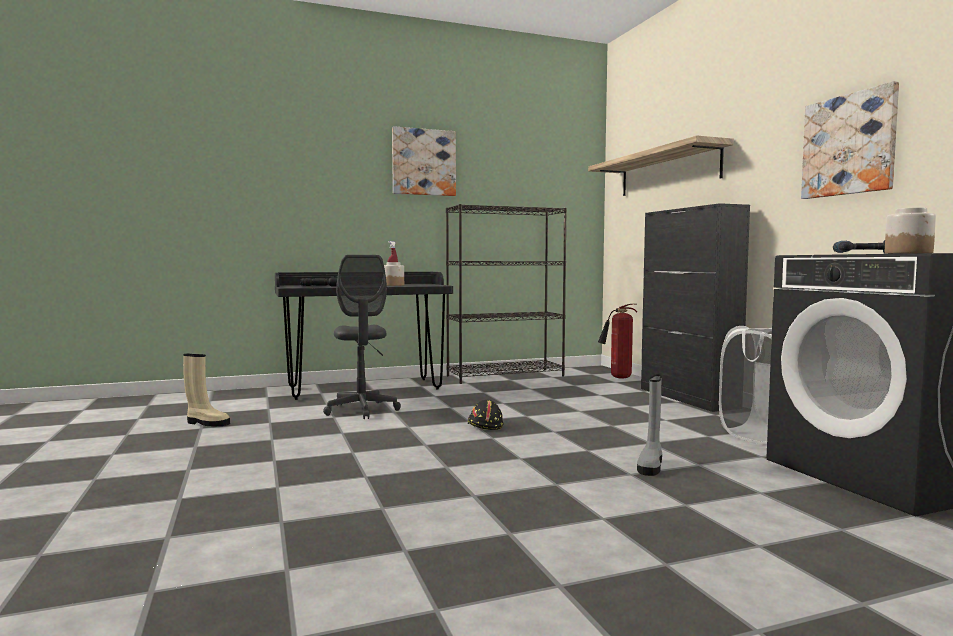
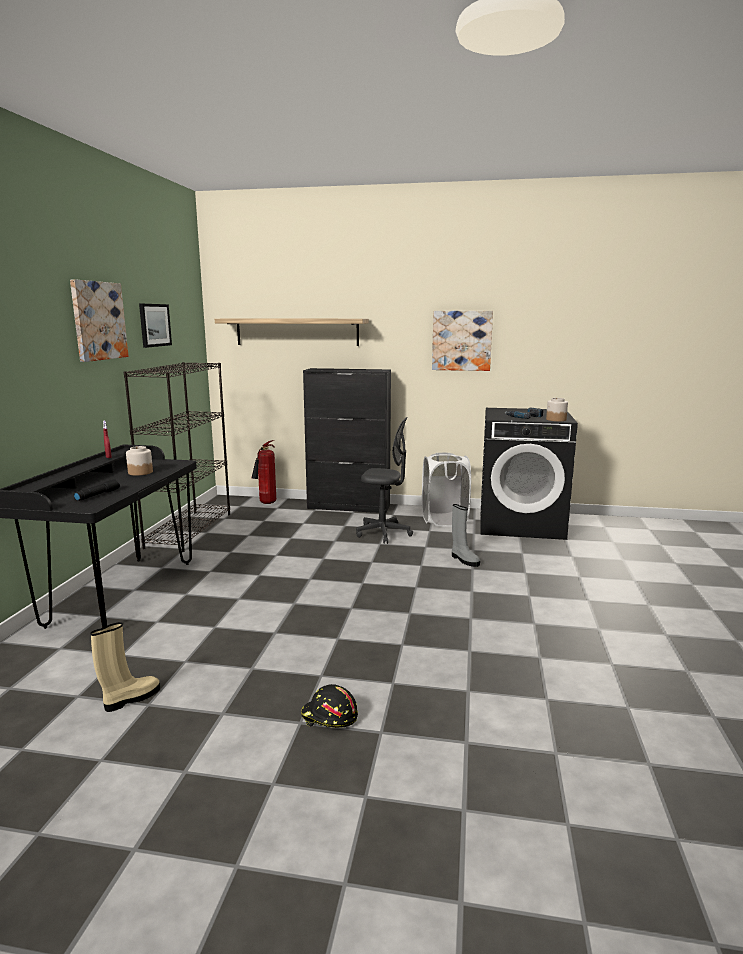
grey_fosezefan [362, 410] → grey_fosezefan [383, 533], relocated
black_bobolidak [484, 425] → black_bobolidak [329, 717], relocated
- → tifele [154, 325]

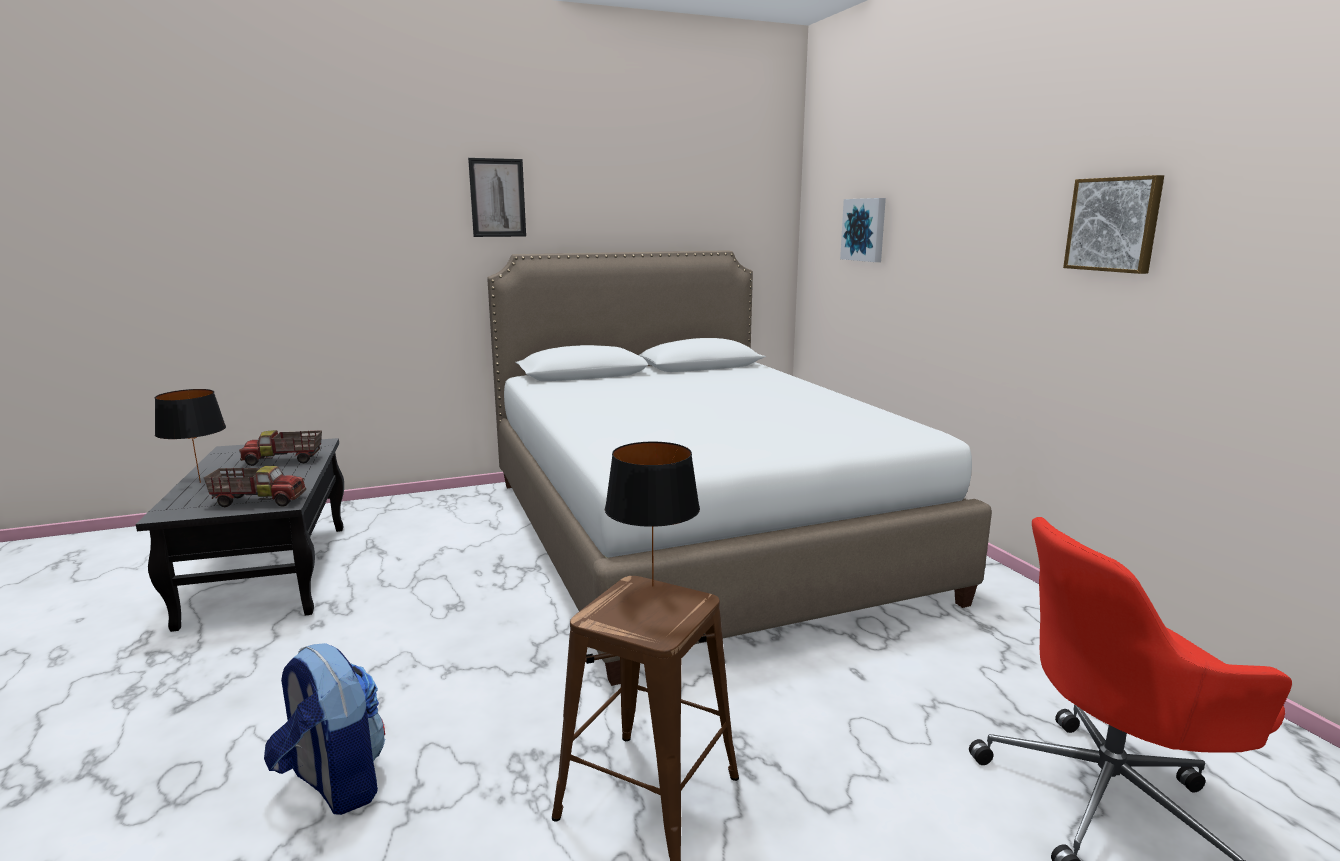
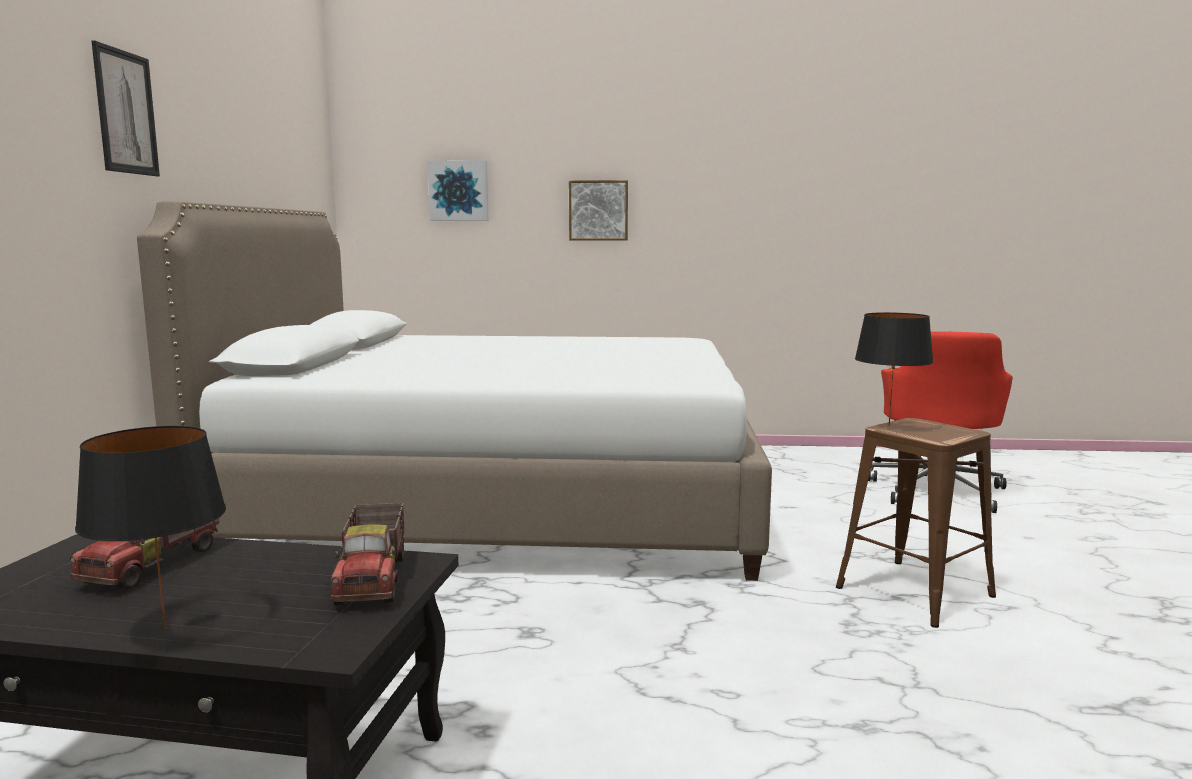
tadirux [259, 501] → tadirux [374, 579], 150 degrees clockwise
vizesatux [334, 783] → -
tifele [1114, 224] → tifele [598, 210], relocated

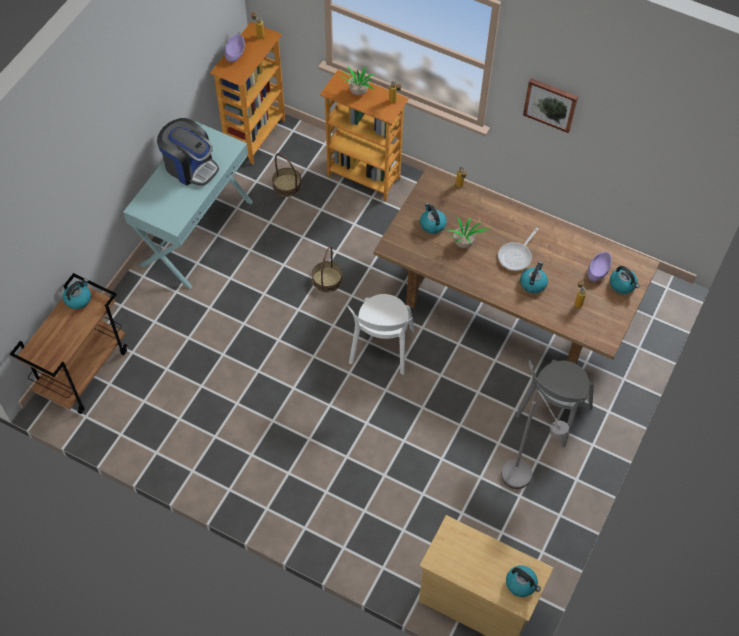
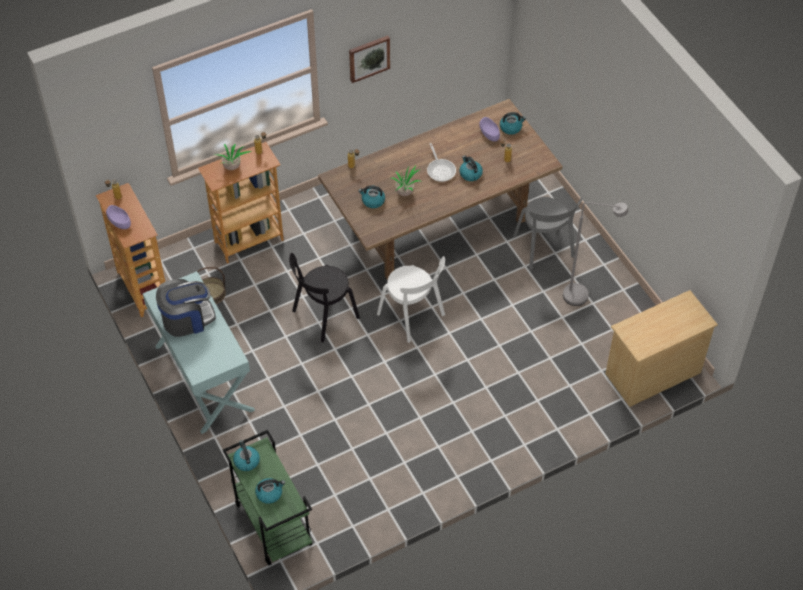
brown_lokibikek [83, 371] → green_lokibikek [272, 524]
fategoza [327, 279] → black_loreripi [323, 316]
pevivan [521, 584] → pevivan [269, 493], relocated

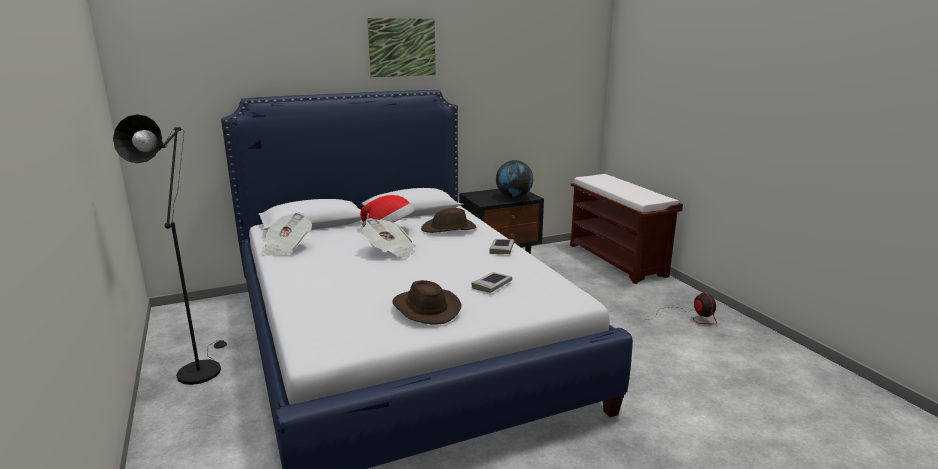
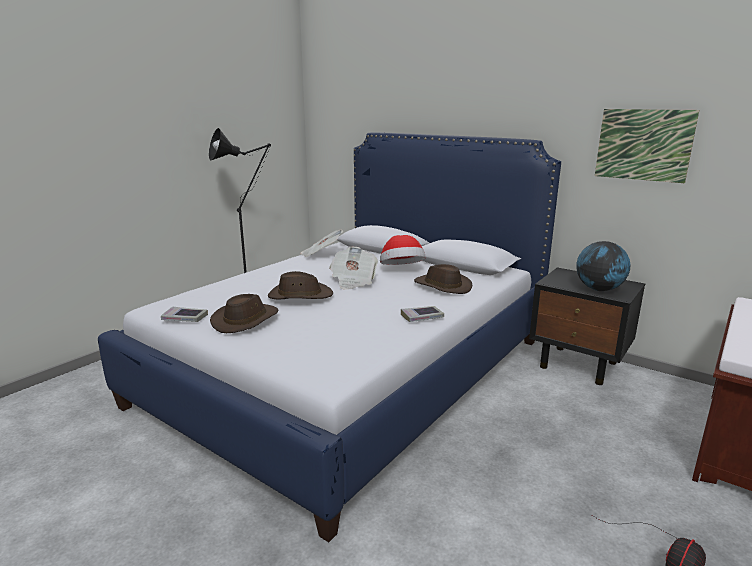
tifele [402, 47] → tifele [643, 145], relocated
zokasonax [492, 285] → zokasonax [184, 318], relocated
- → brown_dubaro [300, 295]

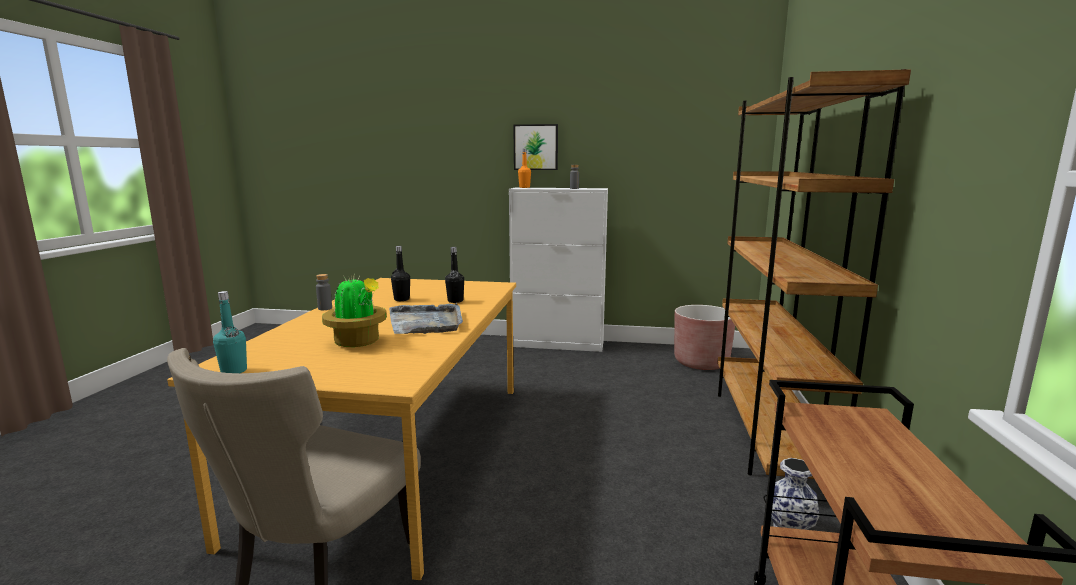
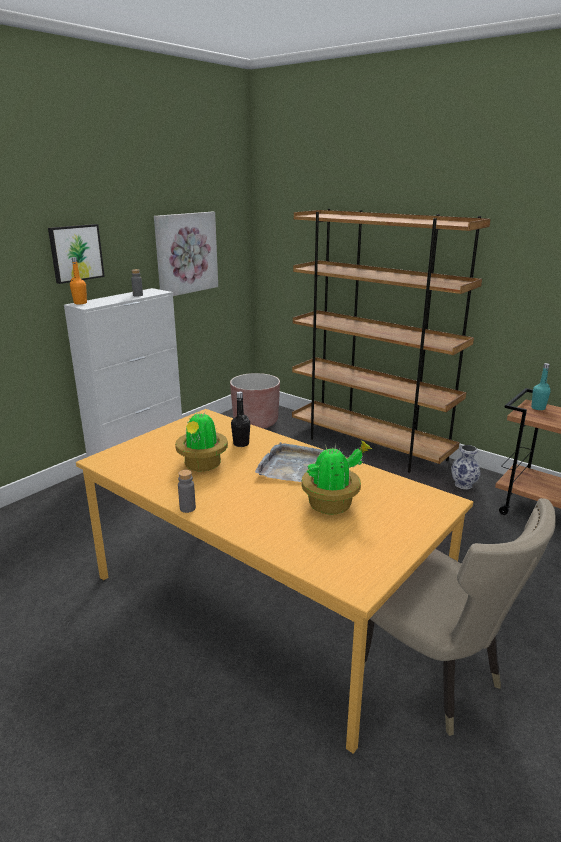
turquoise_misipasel [234, 371] → turquoise_misipasel [538, 408], relocated
black_misipasel [402, 299] → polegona [202, 465]
- → tifele [186, 253]

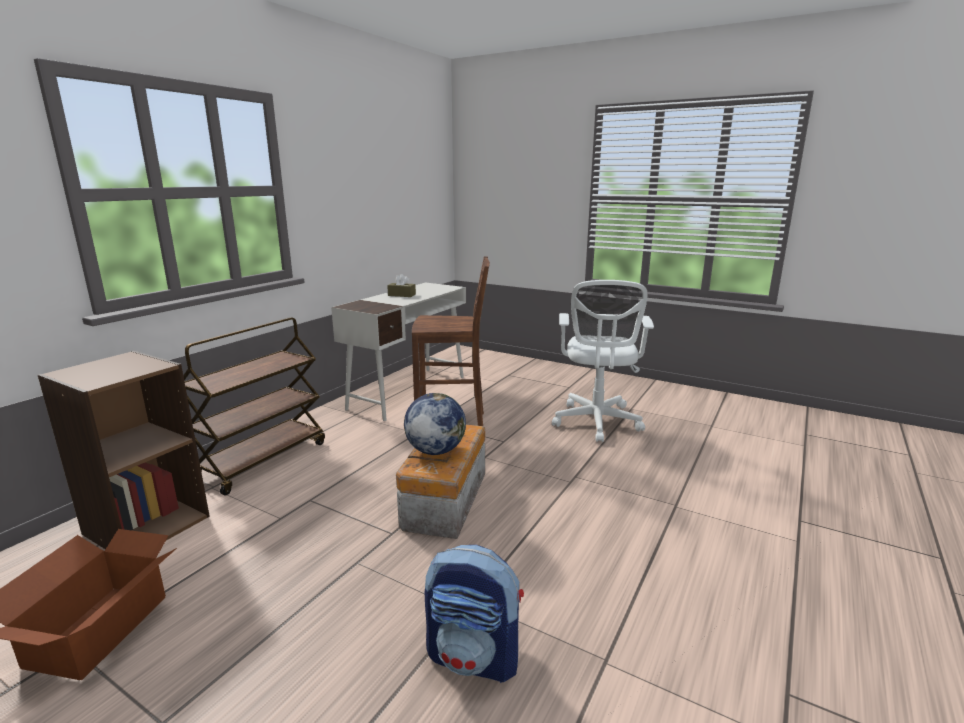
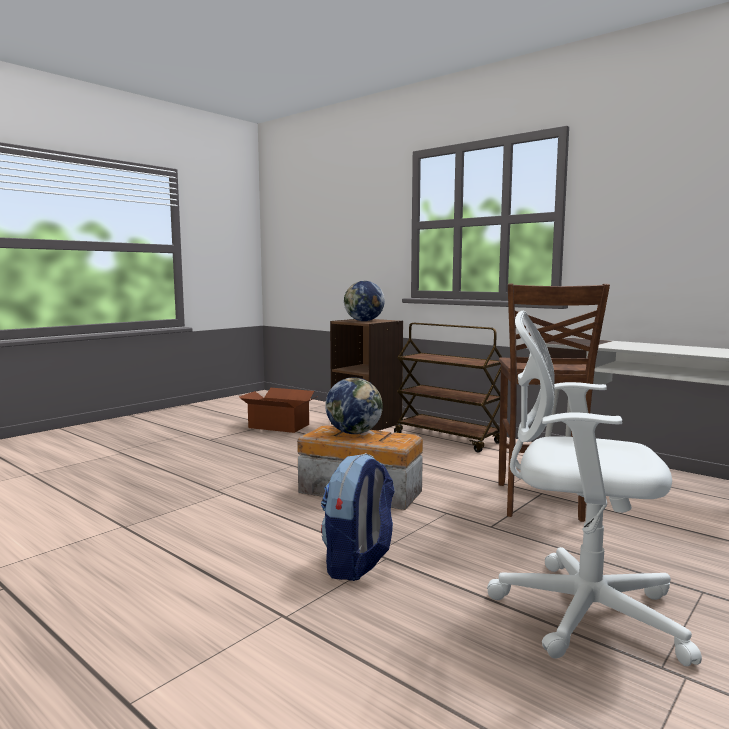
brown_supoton [401, 295] → -
vizesatux [474, 657] → vizesatux [358, 564], relocated
- → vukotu [364, 321]

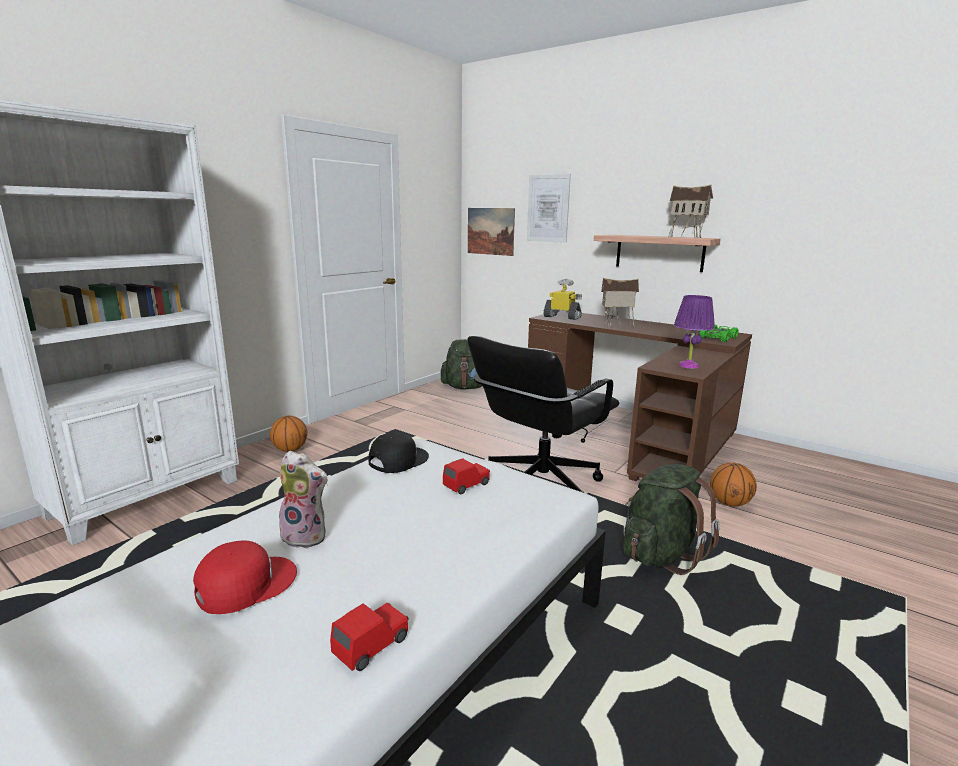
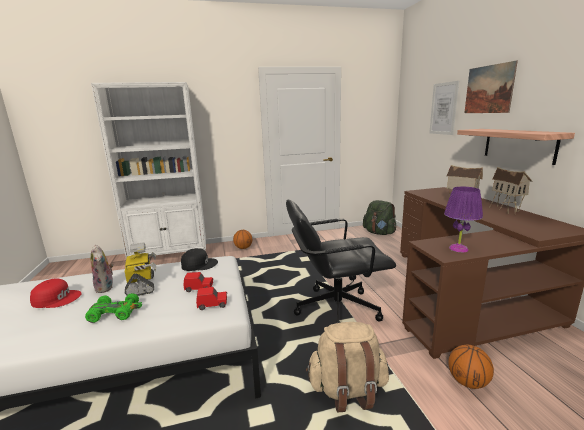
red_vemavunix [371, 646] → red_vemavunix [213, 305], relocated
tifele [490, 231] → tifele [488, 89], relocated
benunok [562, 317] → benunok [142, 286], relocated
green_vizesatux [660, 554] → beige_vizesatux [347, 390]
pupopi [686, 237] → pupopi [506, 210], relocated
green_vemavunix [718, 338] → green_vemavunix [115, 312], relocated

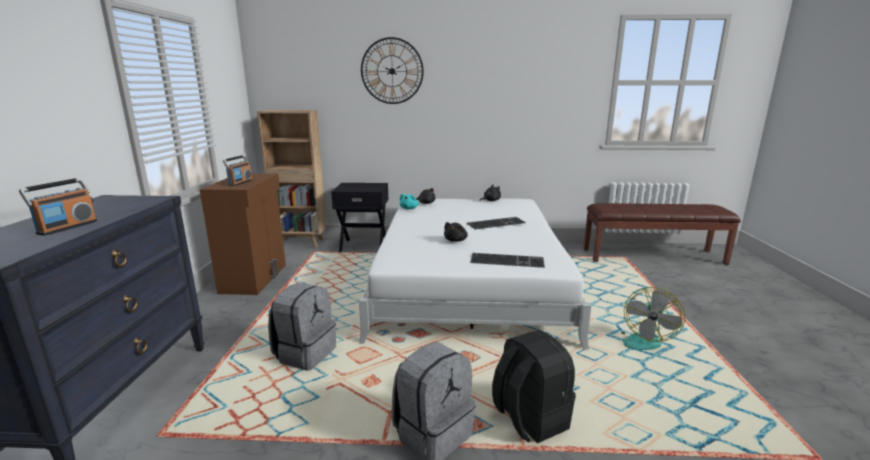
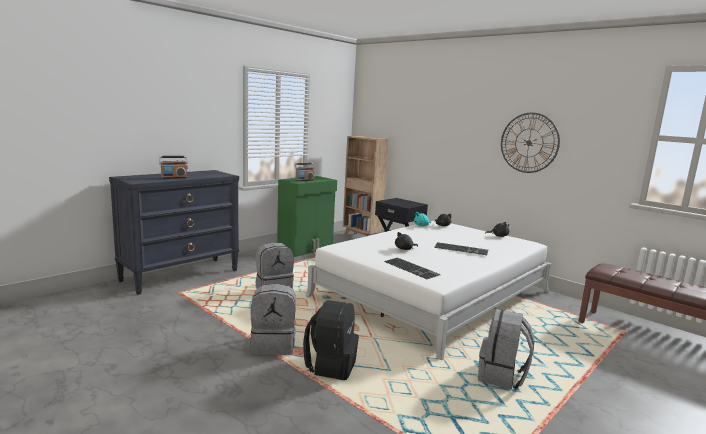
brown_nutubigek [255, 278] → green_nutubigek [306, 248]
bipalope [392, 71] → bipalope [529, 143], relocated
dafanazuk [643, 339] → grey_vizesatux [502, 376]

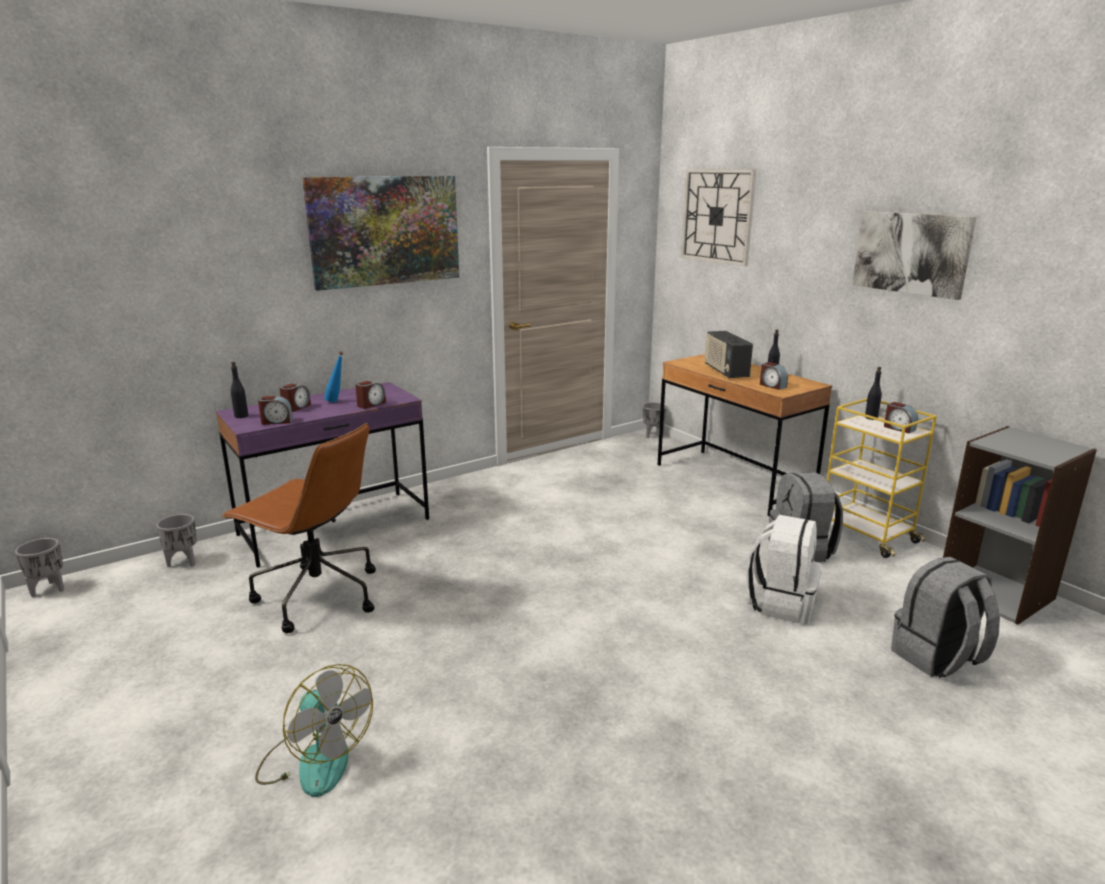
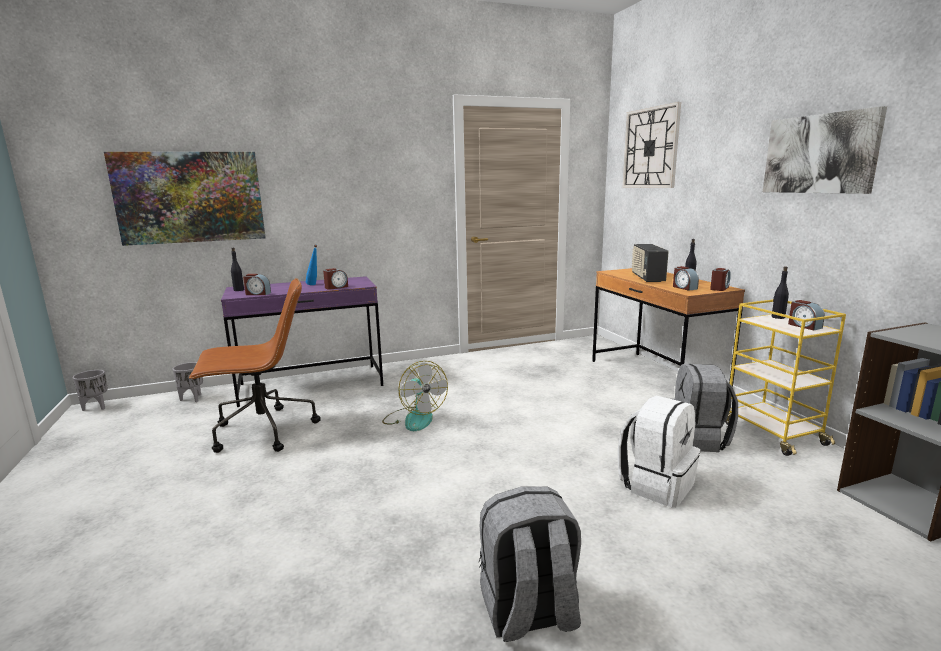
brown_fosezefan [316, 596] → brown_fosezefan [262, 431], 60 degrees counterclockwise
dafanazuk [315, 759] → dafanazuk [414, 418], relocated
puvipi [296, 407] → puvipi [719, 288], relocated
tifele [385, 231] → tifele [190, 197], relocated
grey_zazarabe [652, 435] → -
grey_vizesatux [937, 658] → grey_vizesatux [528, 613], relocated

